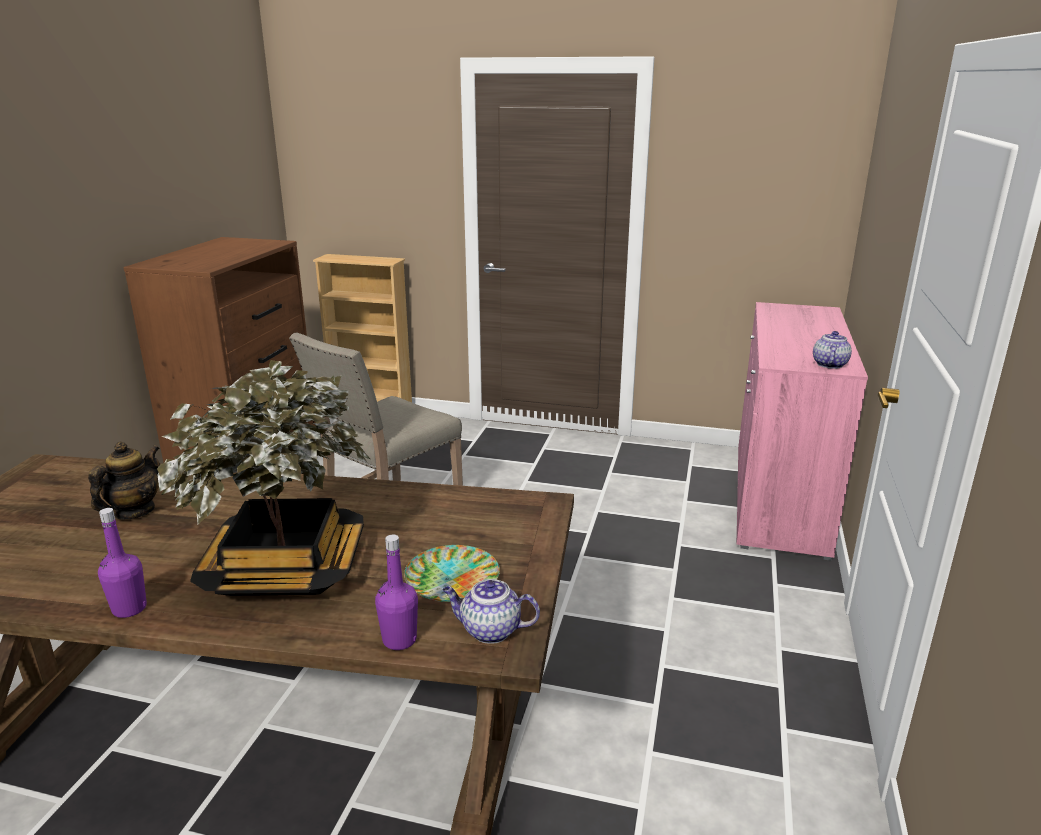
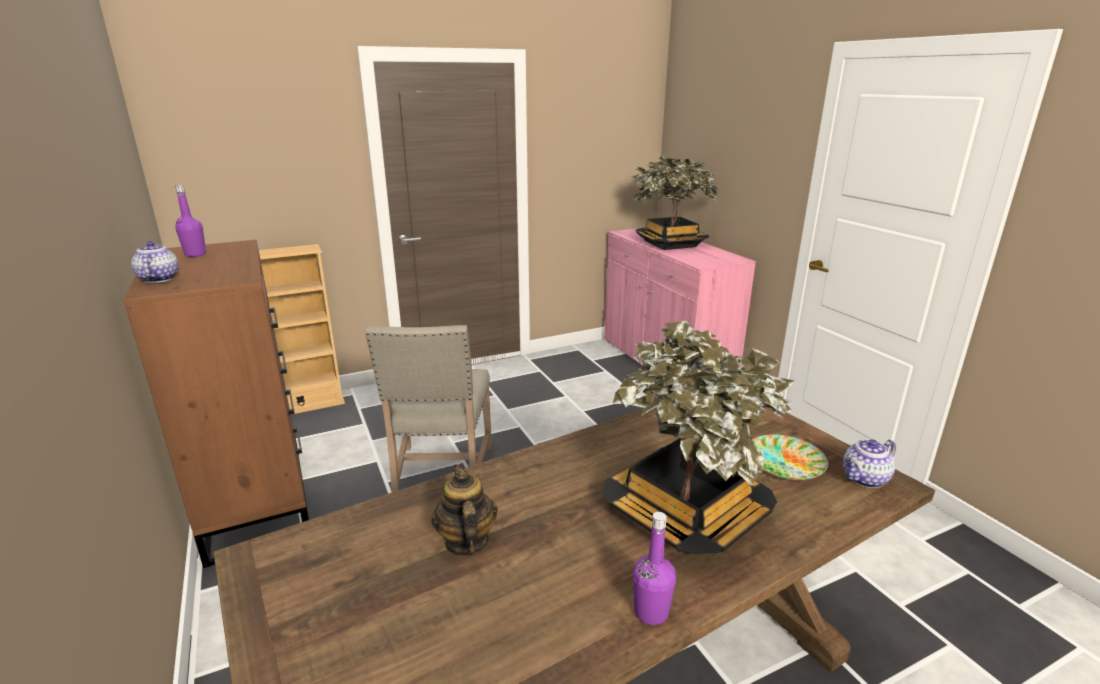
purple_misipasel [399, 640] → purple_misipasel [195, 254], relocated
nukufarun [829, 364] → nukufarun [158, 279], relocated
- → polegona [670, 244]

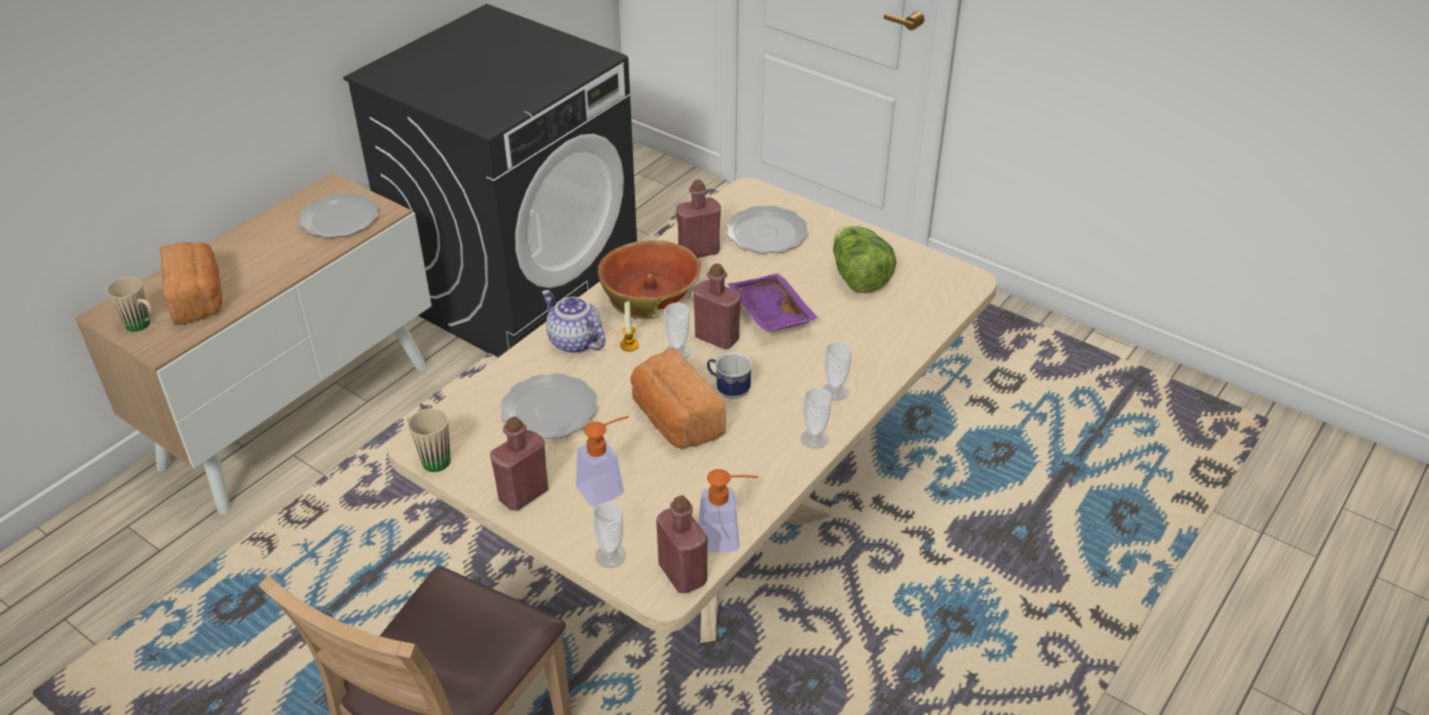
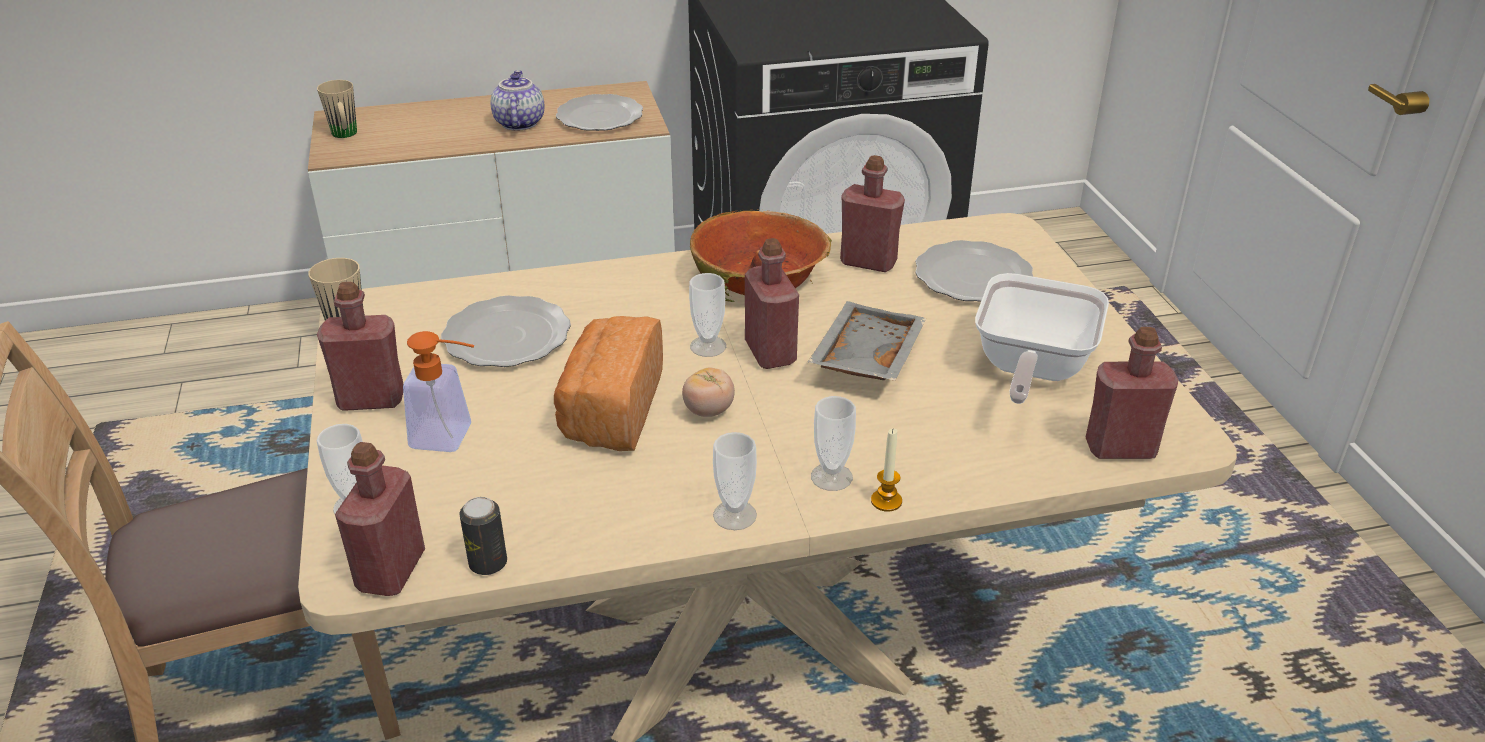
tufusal [198, 298] → -
nukufarun [573, 342] → nukufarun [518, 123], relocated
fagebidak [629, 345] → fagebidak [886, 501], relocated
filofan [727, 538] → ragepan [488, 563]
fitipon [728, 390] → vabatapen [708, 411]
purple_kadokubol [769, 314] → grey_kadokubol [865, 357]
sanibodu [858, 278] → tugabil [1029, 369]
- → red_misipasel [1120, 448]

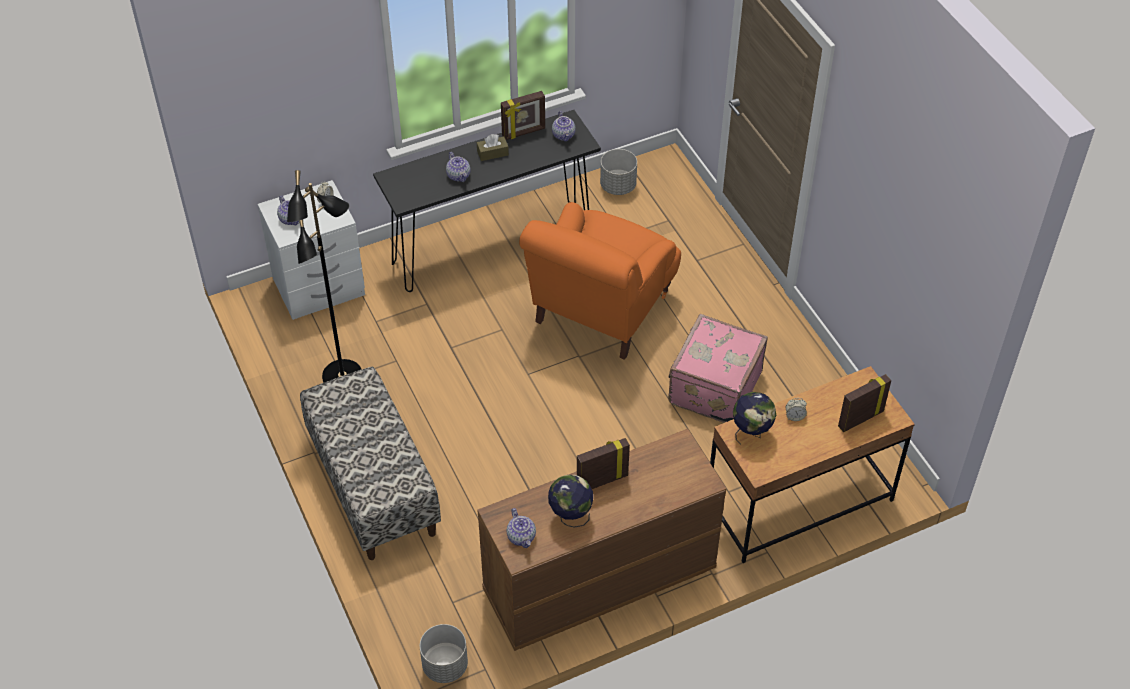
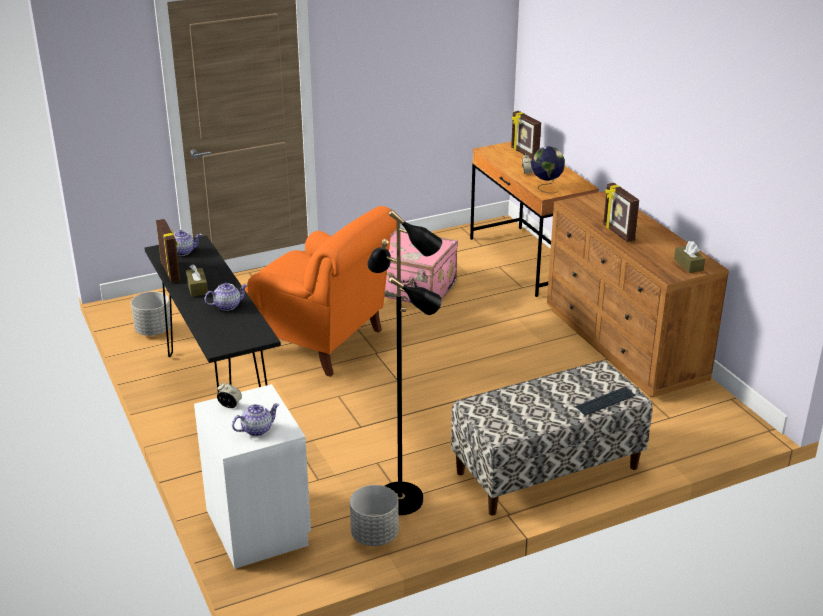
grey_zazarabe [445, 666] → grey_zazarabe [375, 535], relocated
nukufarun [522, 537] → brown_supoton [688, 265]
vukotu [570, 516] → -
- → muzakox [606, 402]

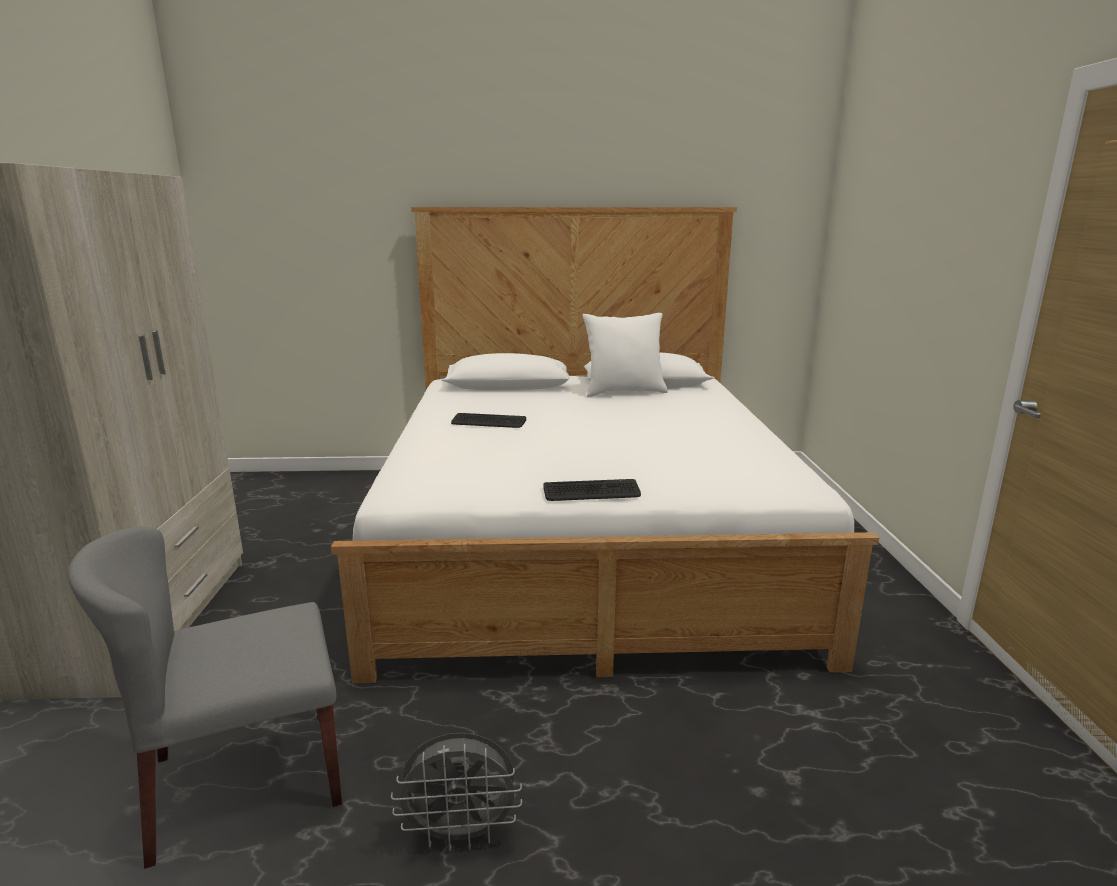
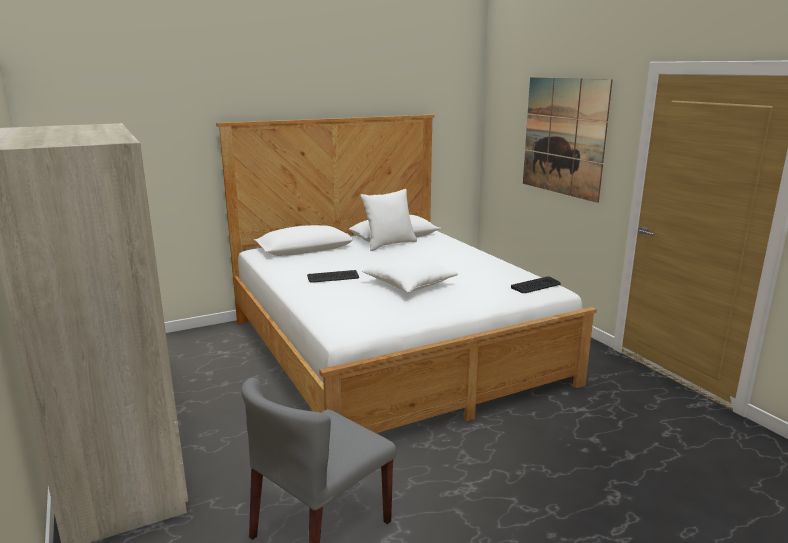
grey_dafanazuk [461, 834] → -
muzakox [591, 492] → muzakox [536, 286], relocated
- → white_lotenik [409, 285]
- → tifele [563, 136]

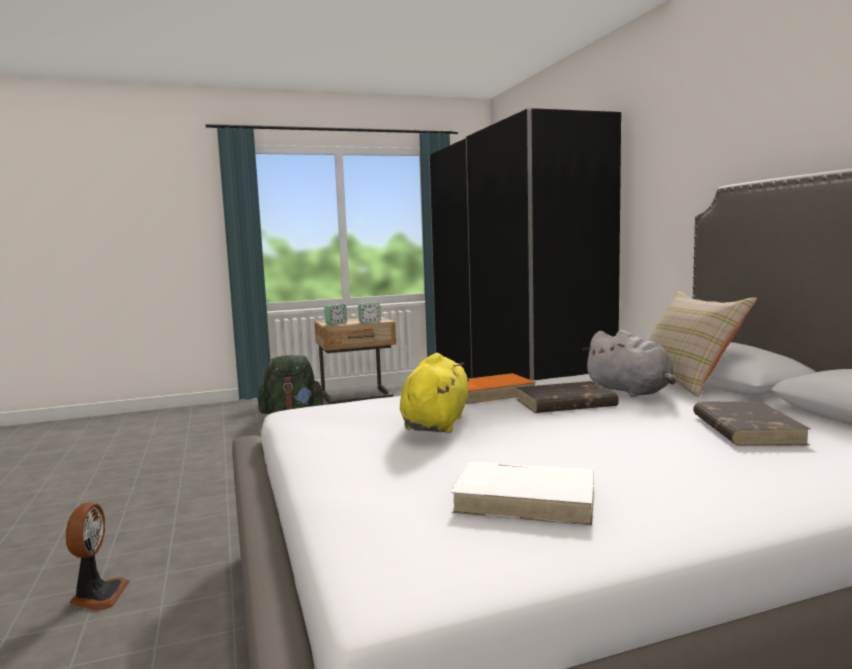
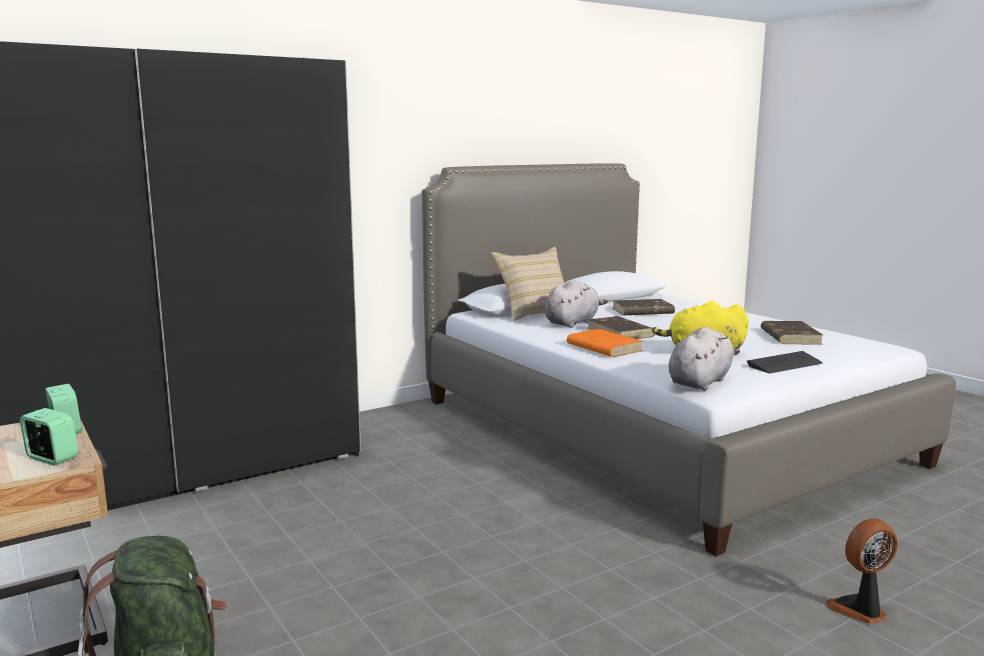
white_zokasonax [527, 499] → brown_zokasonax [790, 336]
- → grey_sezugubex [700, 382]
- → muzakox [784, 364]

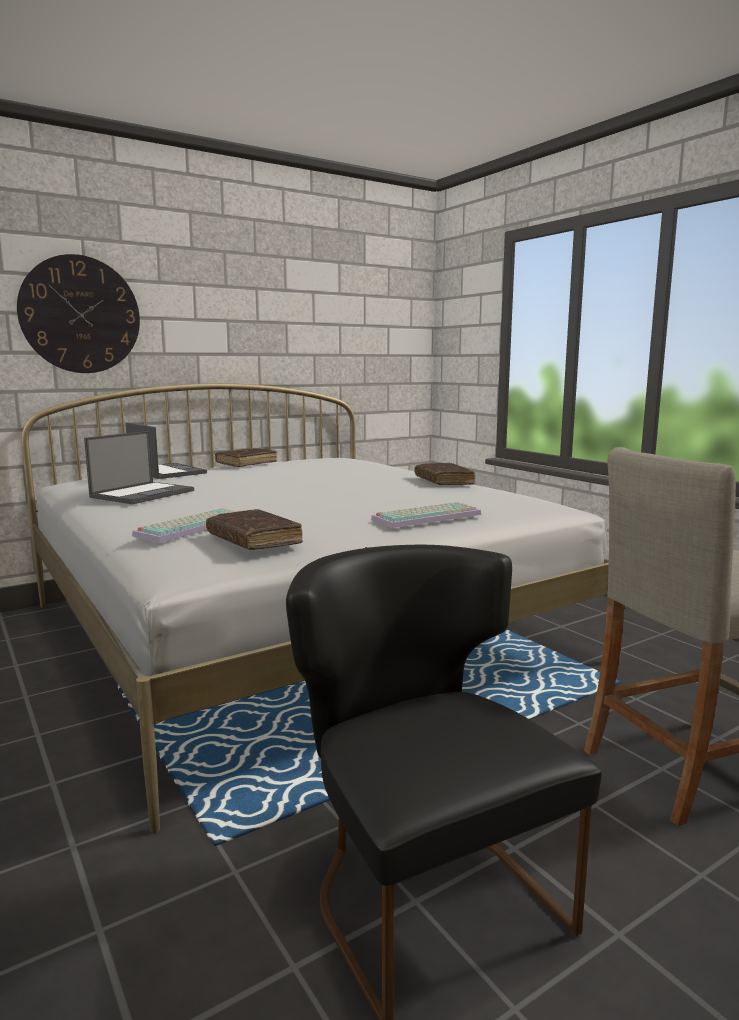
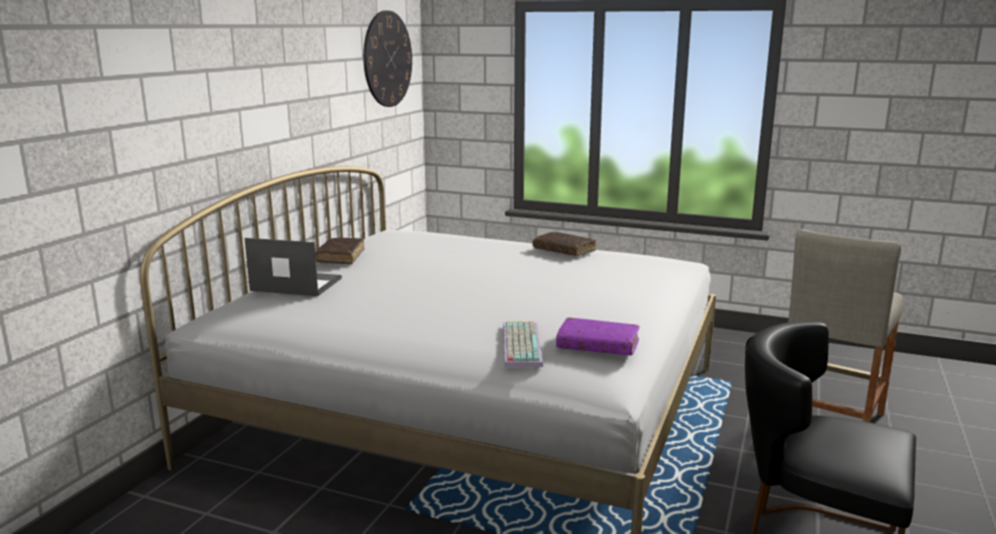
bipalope [80, 315] → bipalope [387, 59], relocated
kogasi [143, 494] → -
brown_zokasonax [253, 540] → purple_zokasonax [597, 345]
muzakox [427, 516] → -

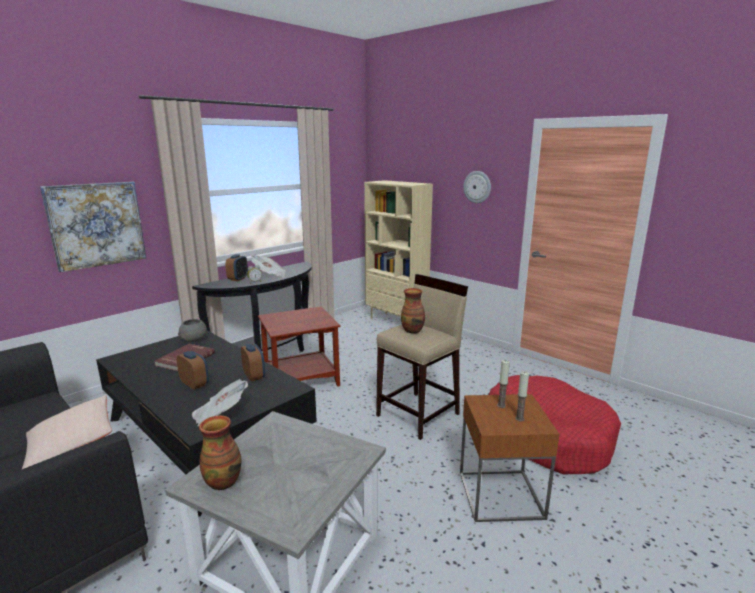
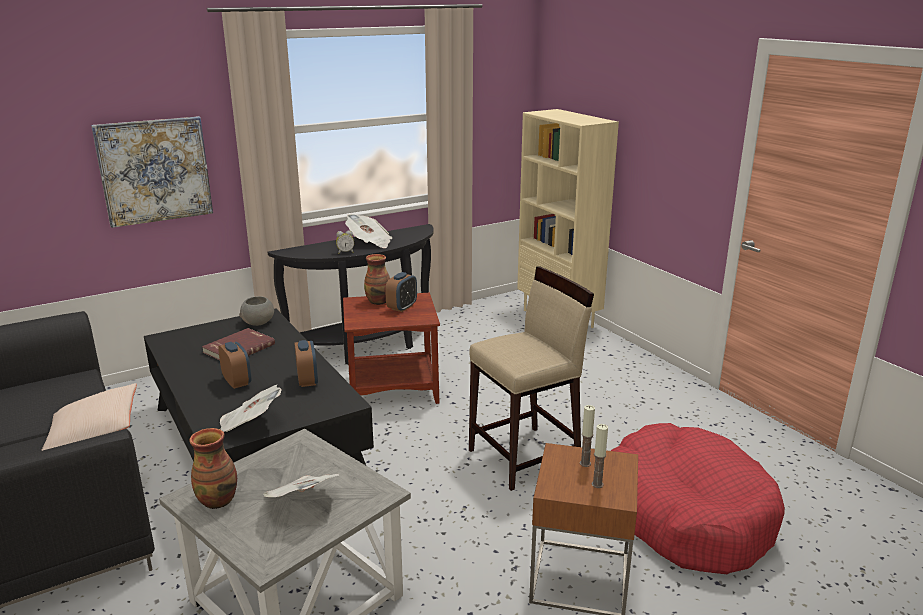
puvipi [238, 279] → puvipi [402, 307], relocated
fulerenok [413, 330] → fulerenok [379, 301], relocated
bipalope [477, 187] → -
- → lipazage [302, 501]

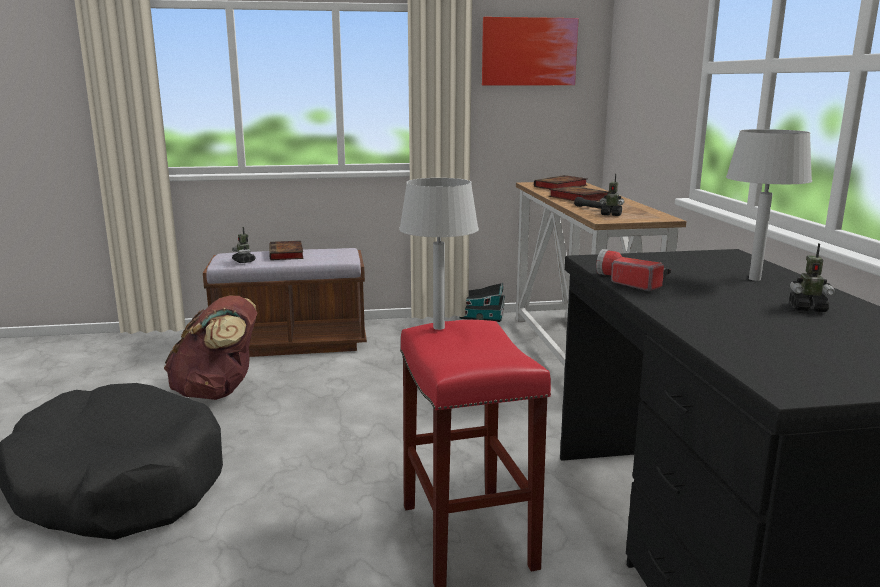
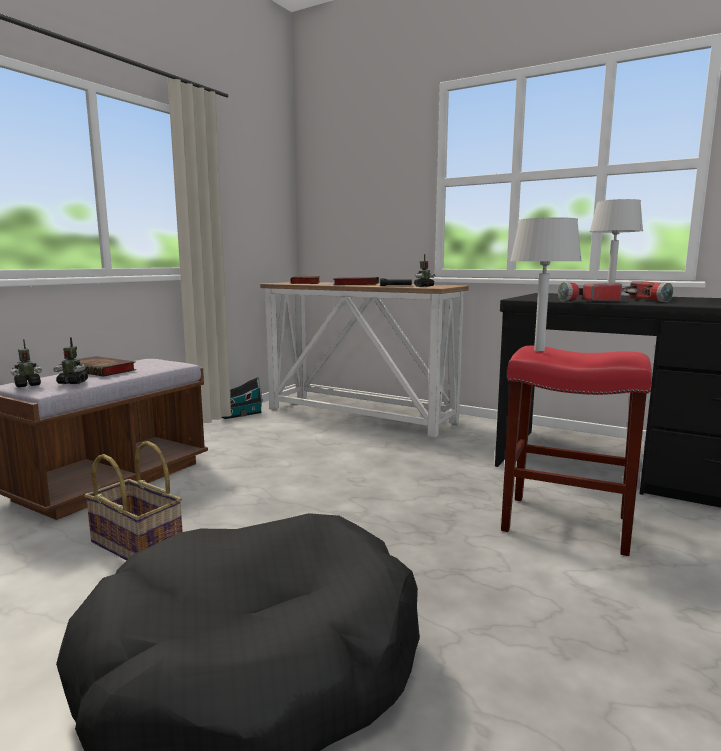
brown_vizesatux [218, 392] → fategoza [138, 545]
tifele [529, 52] → -
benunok [807, 308] → benunok [28, 385], relocated
- → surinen [648, 300]

